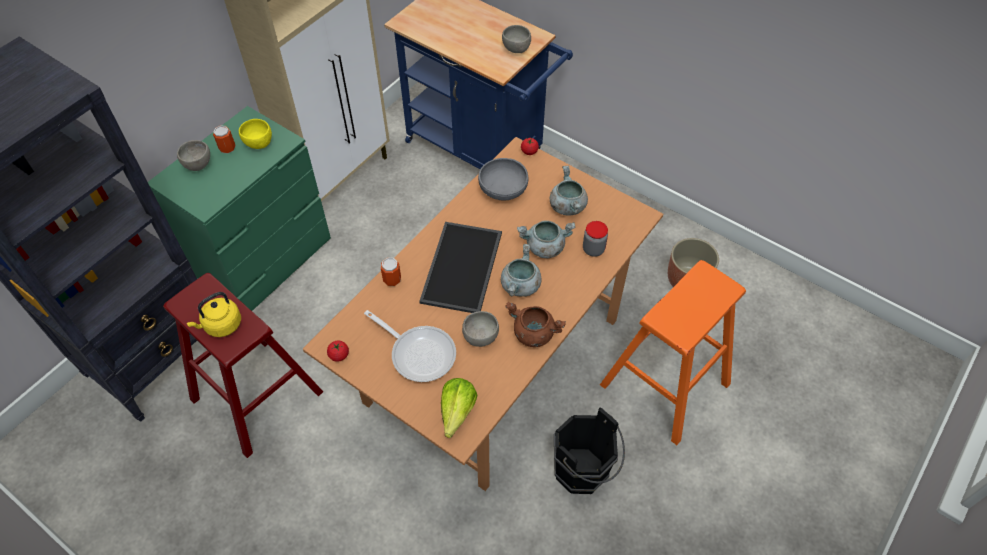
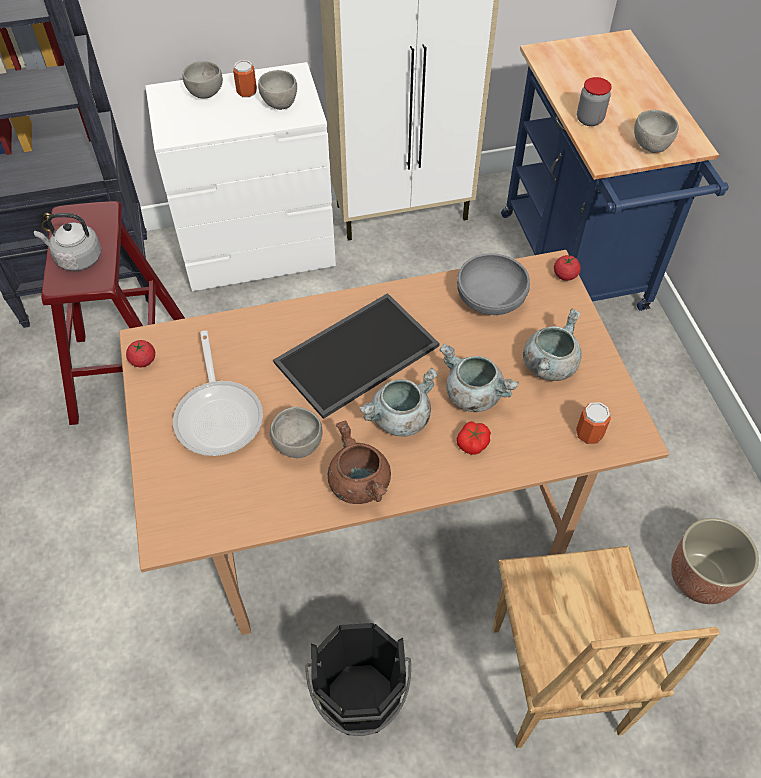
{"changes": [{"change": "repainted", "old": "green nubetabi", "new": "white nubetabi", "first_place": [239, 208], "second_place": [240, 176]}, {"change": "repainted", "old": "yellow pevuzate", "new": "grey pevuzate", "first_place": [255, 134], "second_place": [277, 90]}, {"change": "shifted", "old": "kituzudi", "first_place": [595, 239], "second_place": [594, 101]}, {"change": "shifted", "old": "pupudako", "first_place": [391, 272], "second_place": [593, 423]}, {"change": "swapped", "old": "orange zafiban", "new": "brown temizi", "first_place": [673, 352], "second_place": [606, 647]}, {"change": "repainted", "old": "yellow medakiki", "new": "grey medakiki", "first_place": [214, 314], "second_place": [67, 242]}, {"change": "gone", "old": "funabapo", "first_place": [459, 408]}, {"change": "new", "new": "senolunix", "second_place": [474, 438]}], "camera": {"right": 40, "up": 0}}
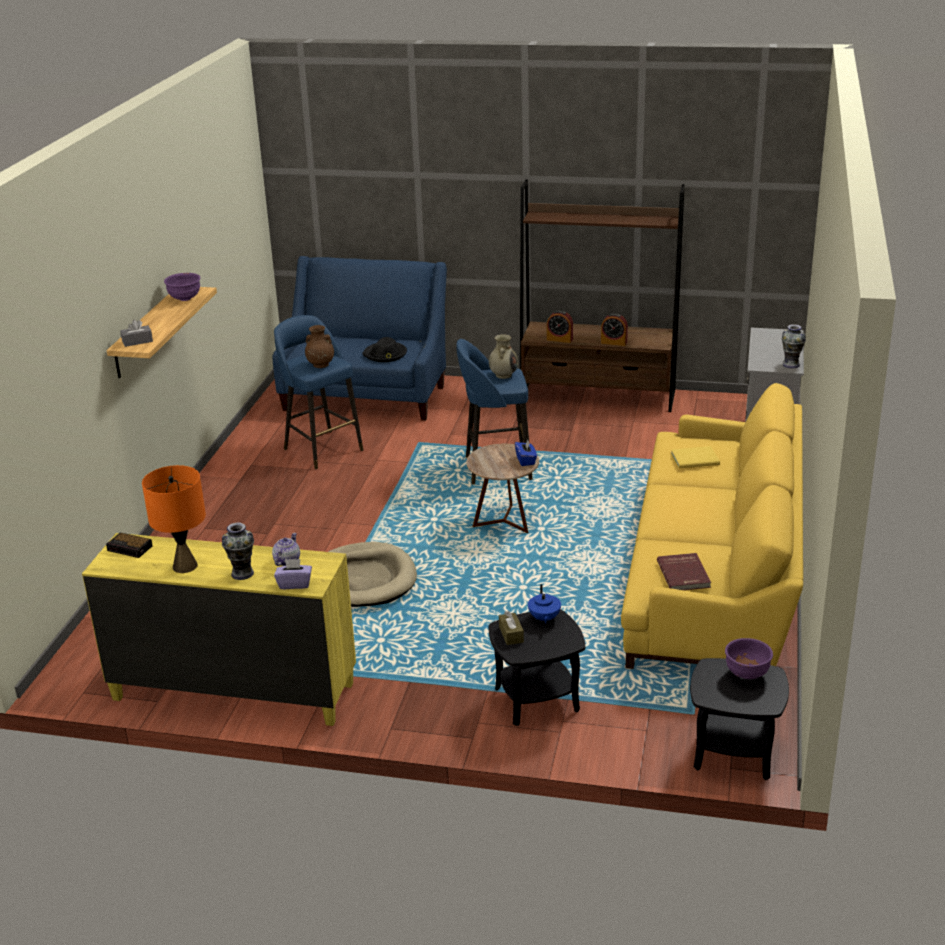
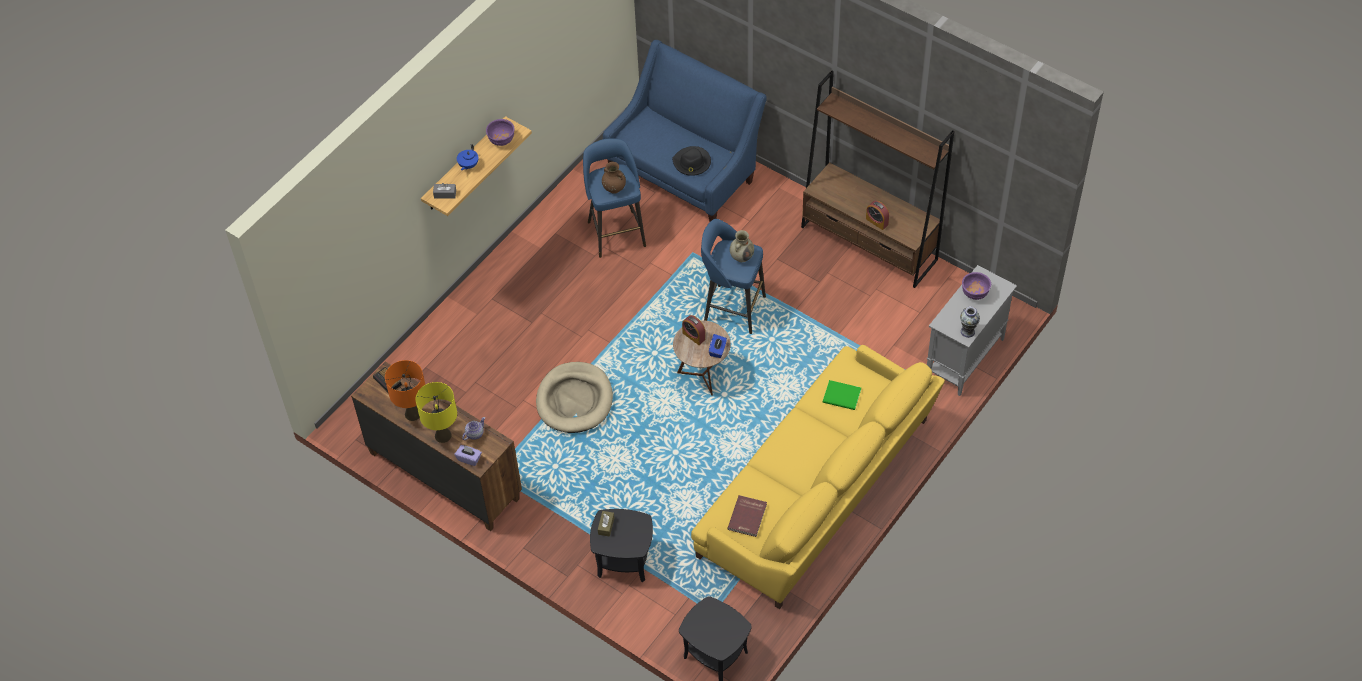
{"changes": [{"change": "shifted", "old": "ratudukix", "first_place": [560, 326], "second_place": [693, 330]}, {"change": "repainted", "old": "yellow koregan", "new": "green koregan", "first_place": [695, 457], "second_place": [842, 395]}, {"change": "swapped", "old": "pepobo", "new": "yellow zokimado", "first_place": [238, 551], "second_place": [436, 412]}, {"change": "repainted", "old": "yellow nubetabi", "new": "brown nubetabi", "first_place": [219, 629], "second_place": [436, 446]}, {"change": "shifted", "old": "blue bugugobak", "first_place": [544, 604], "second_place": [468, 157]}, {"change": "shifted", "old": "purple pevuzate", "first_place": [749, 658], "second_place": [976, 286]}], "camera": {"right": 25, "up": 25}}
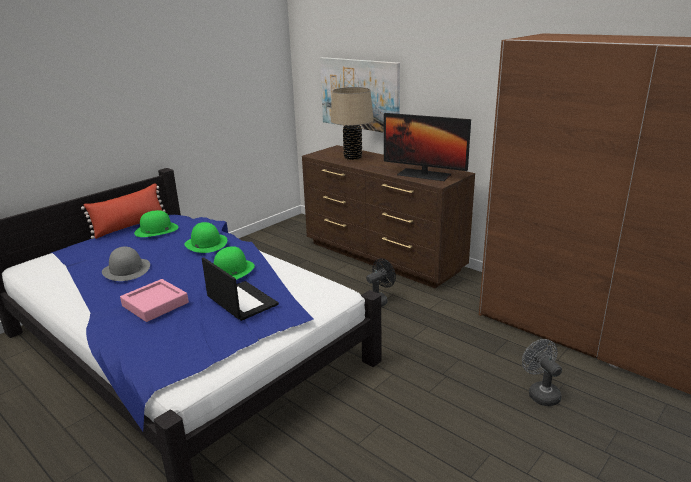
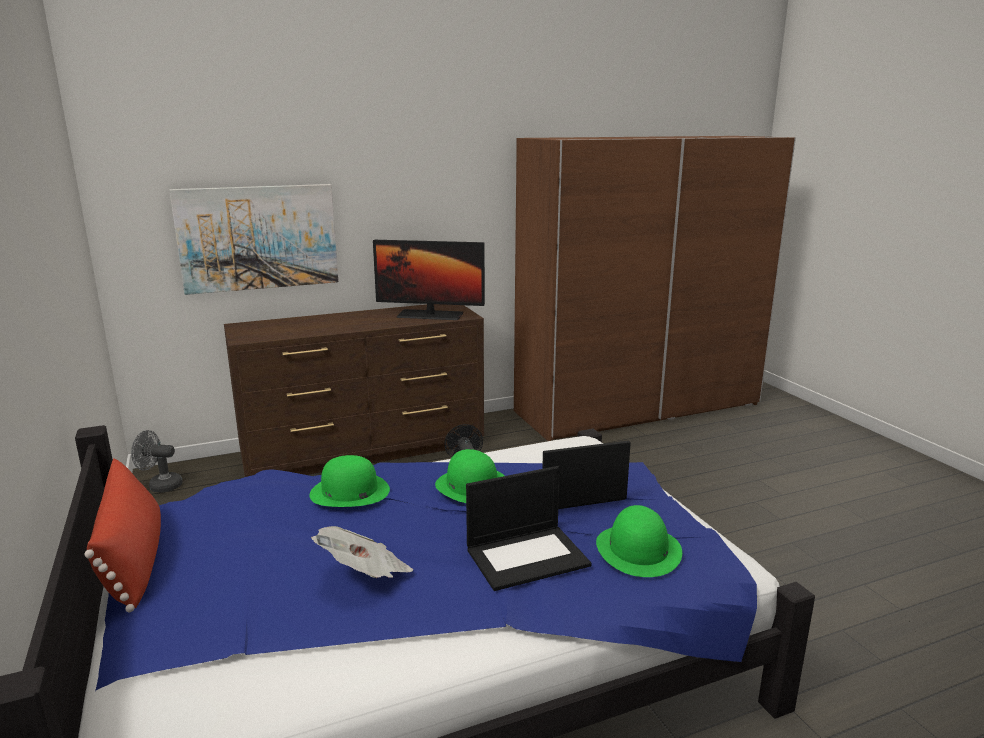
{"changes": [{"change": "gone", "old": "beige zokimado", "first_place": [352, 123]}, {"change": "rotated", "old": "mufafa", "first_place": [427, 147], "second_place": [429, 280], "degrees": 45}, {"change": "shifted", "old": "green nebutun", "first_place": [156, 223], "second_place": [639, 541]}, {"change": "swapped", "old": "grey nebutun", "new": "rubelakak", "first_place": [126, 263], "second_place": [362, 552]}, {"change": "swapped", "old": "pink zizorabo", "new": "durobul", "first_place": [154, 300], "second_place": [528, 528]}, {"change": "shifted", "old": "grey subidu", "first_place": [542, 372], "second_place": [157, 461]}], "camera": {"right": -65, "up": -5}}
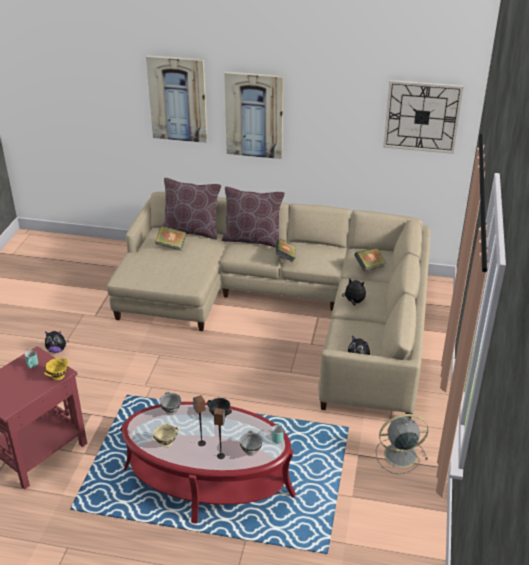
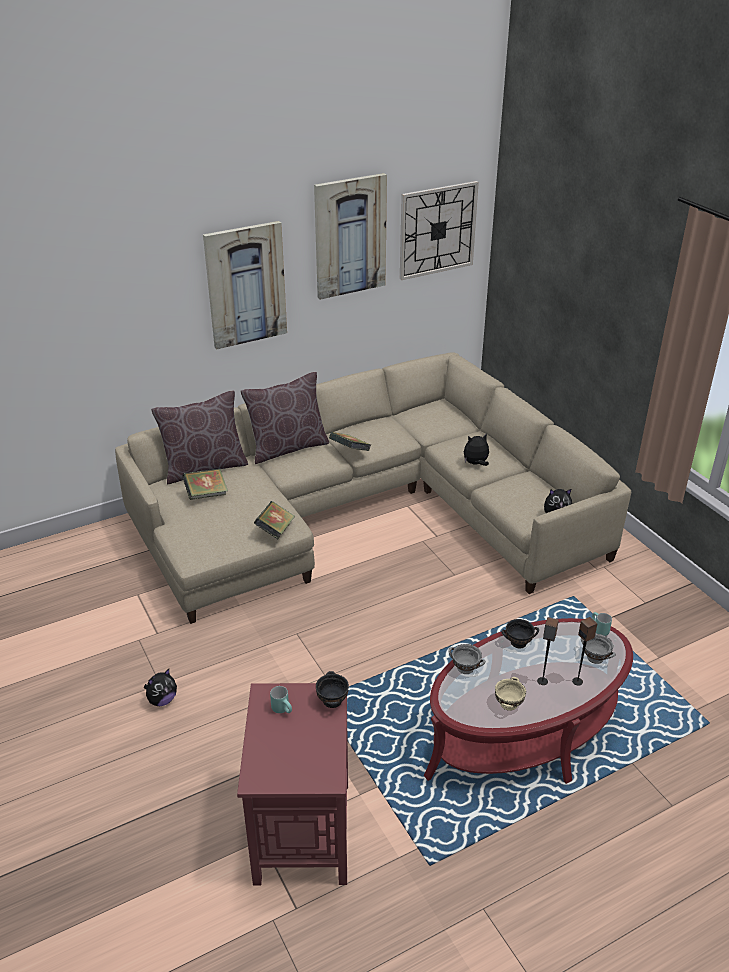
{"changes": [{"change": "shifted", "old": "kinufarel", "first_place": [176, 99], "second_place": [350, 236]}, {"change": "shifted", "old": "koregan", "first_place": [370, 259], "second_place": [274, 520]}, {"change": "repainted", "old": "yellow pevuzate", "new": "black pevuzate", "first_place": [56, 369], "second_place": [332, 689]}, {"change": "gone", "old": "grey subidu", "first_place": [402, 444]}], "camera": {"right": -40, "up": 0}}
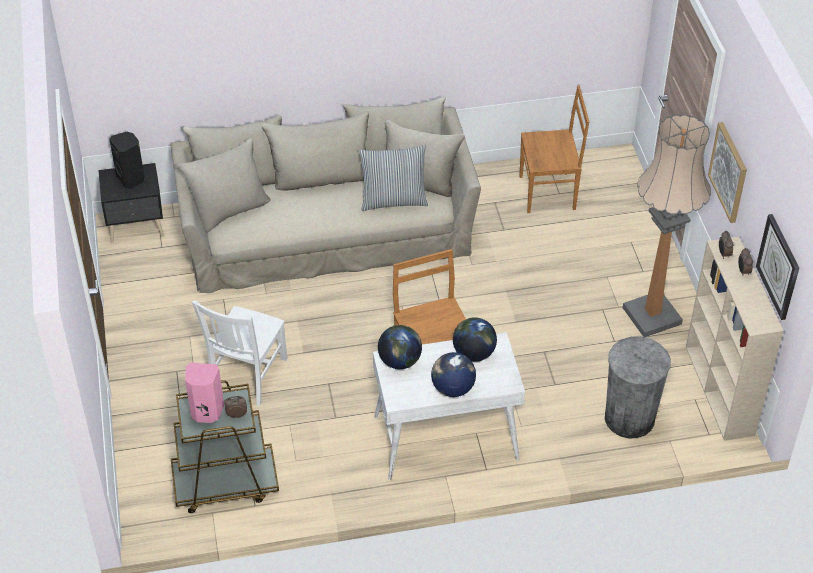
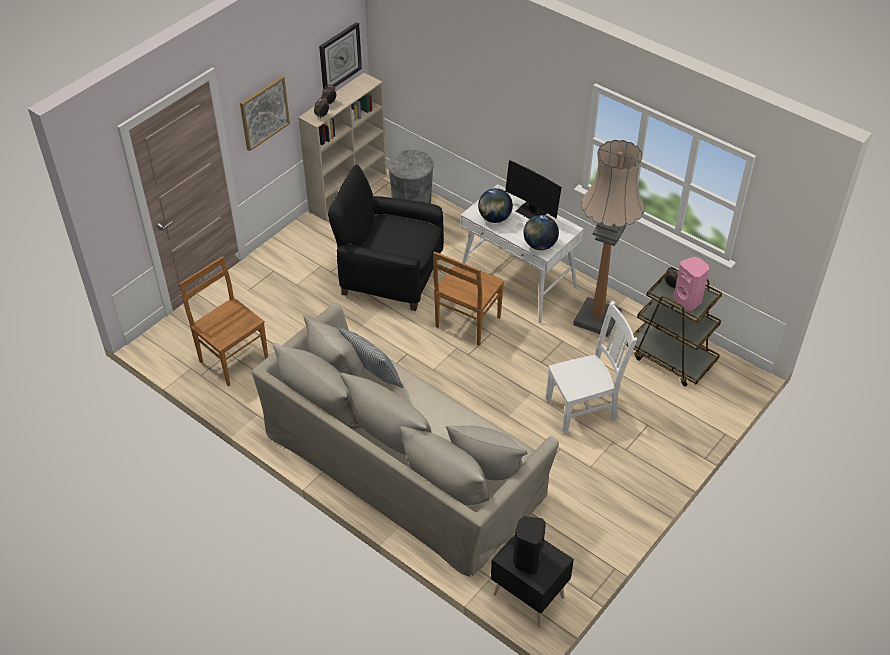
{"changes": [{"change": "shifted", "old": "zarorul", "first_place": [667, 225], "second_place": [609, 238]}, {"change": "swapped", "old": "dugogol", "new": "mufafa", "first_place": [453, 374], "second_place": [533, 189]}, {"change": "new", "new": "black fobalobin", "second_place": [386, 238]}], "camera": {"right": -130, "up": 0}}
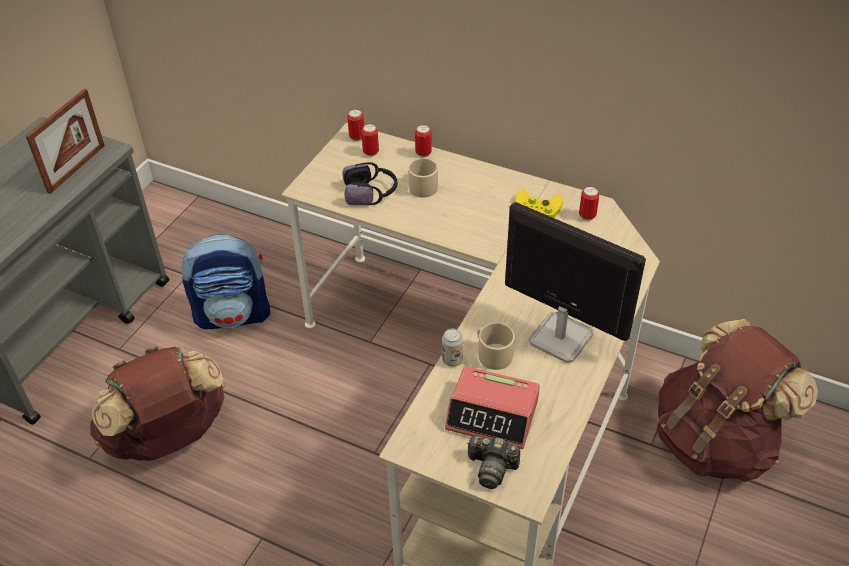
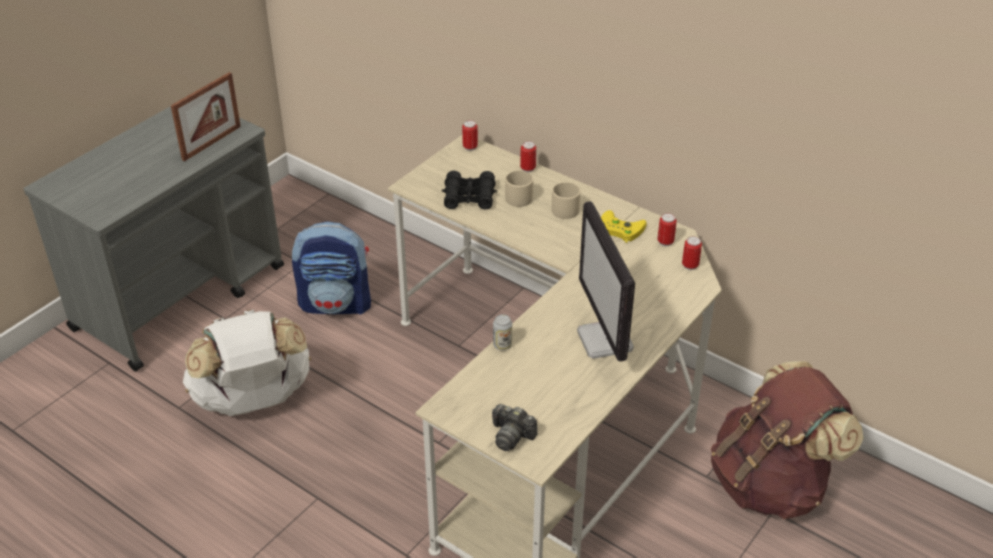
{"changes": [{"change": "shifted", "old": "pupudako", "first_place": [370, 140], "second_place": [692, 253]}, {"change": "swapped", "old": "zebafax", "new": "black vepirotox", "first_place": [369, 183], "second_place": [469, 190]}, {"change": "rotated", "old": "mufafa", "first_place": [575, 282], "second_place": [606, 281], "degrees": -150}, {"change": "shifted", "old": "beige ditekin", "first_place": [496, 346], "second_place": [566, 200]}, {"change": "repainted", "old": "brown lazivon", "new": "white lazivon", "first_place": [157, 403], "second_place": [247, 362]}, {"change": "gone", "old": "ratudukix", "first_place": [492, 407]}], "camera": {"right": 10, "up": -5}}
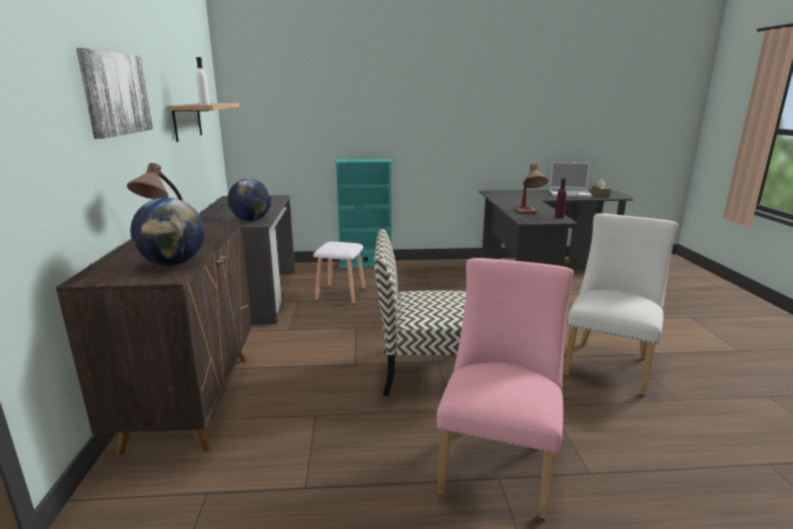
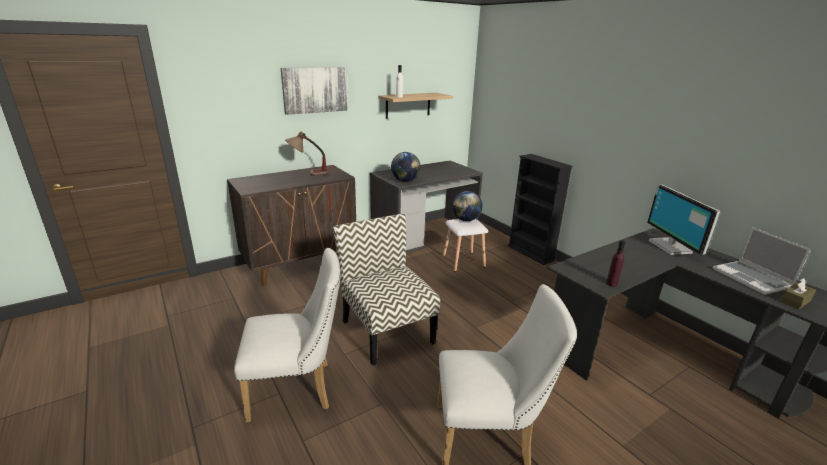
{"changes": [{"change": "repainted", "old": "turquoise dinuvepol", "new": "black dinuvepol", "first_place": [363, 213], "second_place": [540, 209]}, {"change": "gone", "old": "zokimado", "first_place": [531, 188]}, {"change": "shifted", "old": "dugogol", "first_place": [167, 231], "second_place": [467, 206]}, {"change": "repainted", "old": "pink temizi", "new": "white temizi", "first_place": [505, 388], "second_place": [287, 335]}, {"change": "new", "new": "mufafa", "second_place": [683, 219]}], "camera": {"right": 60, "up": 5}}
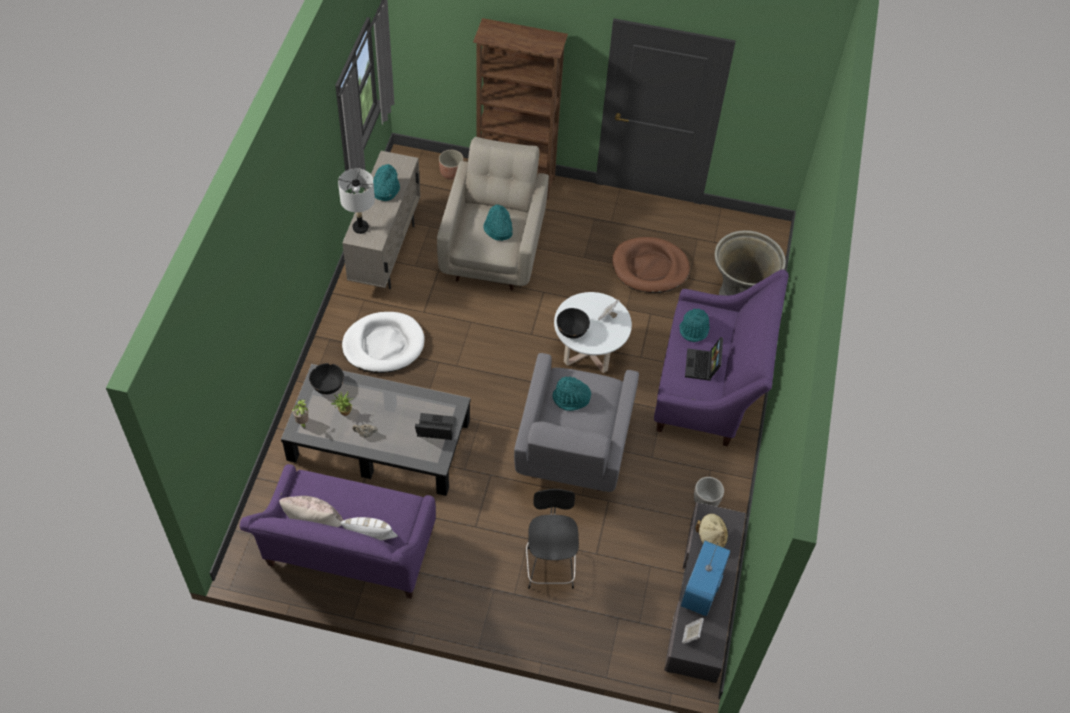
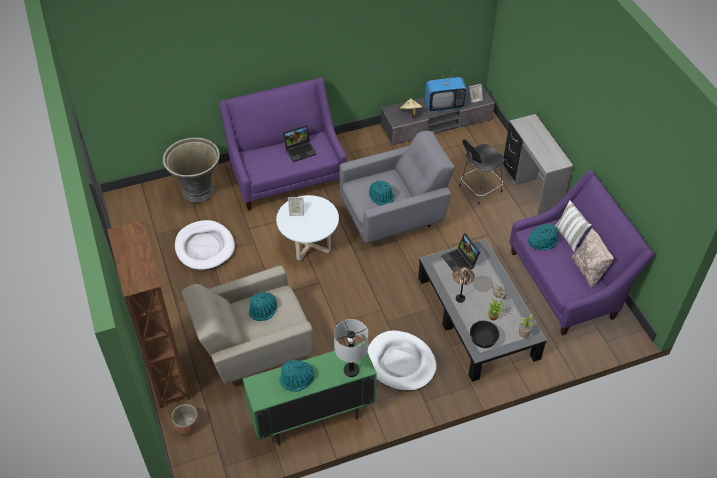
{"changes": [{"change": "repainted", "old": "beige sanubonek", "new": "green sanubonek", "first_place": [381, 220], "second_place": [310, 393]}, {"change": "repainted", "old": "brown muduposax", "new": "white muduposax", "first_place": [651, 265], "second_place": [205, 245]}, {"change": "gone", "old": "black pevuzate", "first_place": [573, 323]}, {"change": "shifted", "old": "turquoise nebutun", "first_place": [695, 325], "second_place": [543, 237]}, {"change": "gone", "old": "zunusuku", "first_place": [709, 492]}, {"change": "new", "new": "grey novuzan", "second_place": [538, 165]}, {"change": "new", "new": "zokimado", "second_place": [463, 285]}], "camera": {"right": -120, "up": -5}}
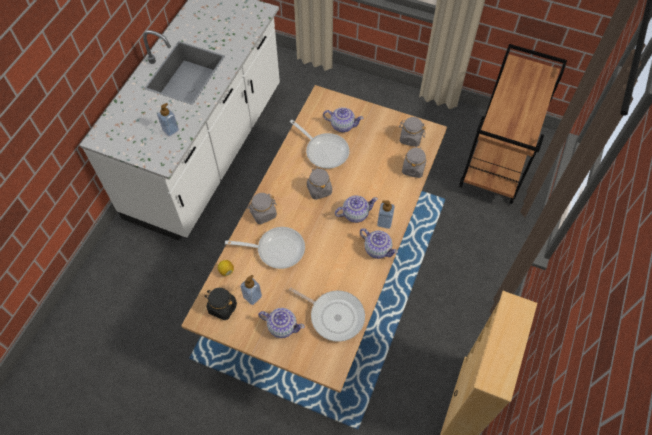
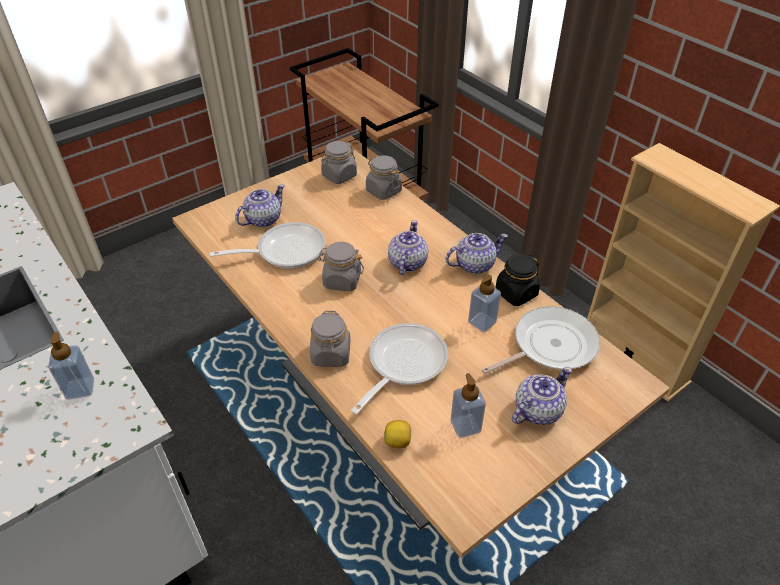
{"changes": [{"change": "shifted", "old": "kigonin", "first_place": [386, 214], "second_place": [484, 303]}, {"change": "shifted", "old": "black kituzudi", "first_place": [221, 304], "second_place": [517, 280]}], "camera": {"right": -60, "up": -15}}
